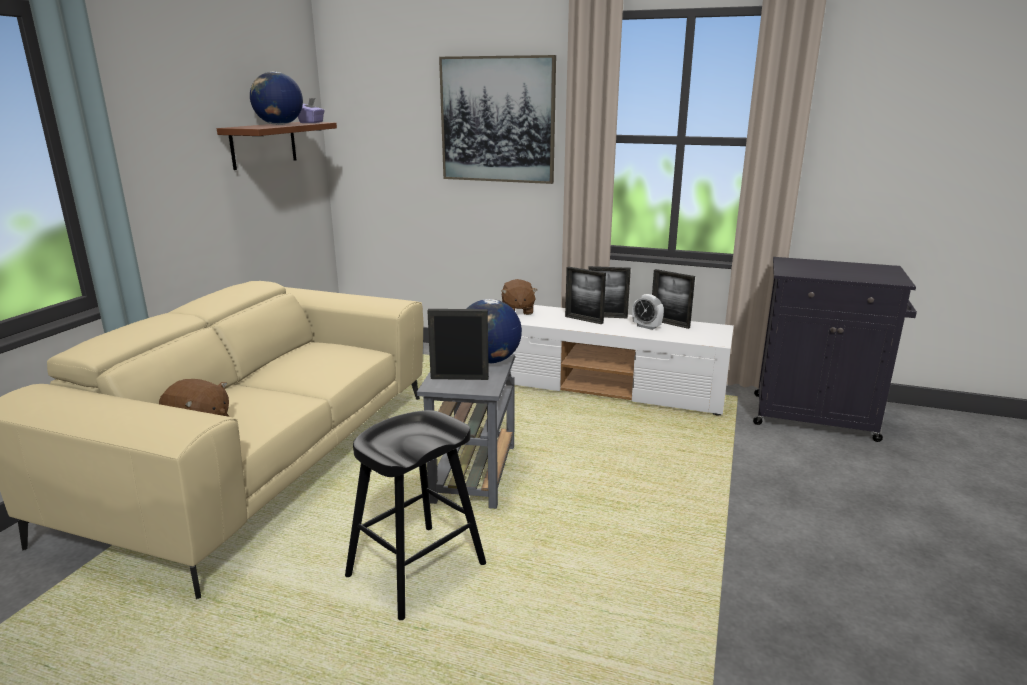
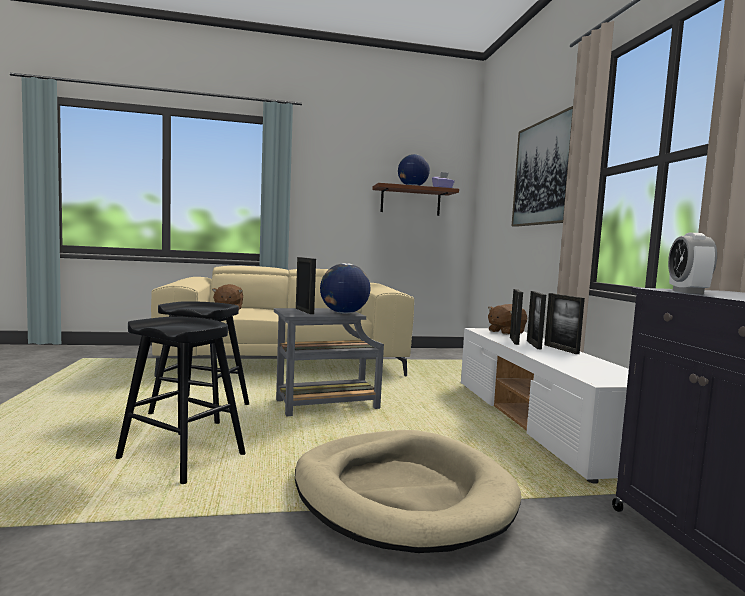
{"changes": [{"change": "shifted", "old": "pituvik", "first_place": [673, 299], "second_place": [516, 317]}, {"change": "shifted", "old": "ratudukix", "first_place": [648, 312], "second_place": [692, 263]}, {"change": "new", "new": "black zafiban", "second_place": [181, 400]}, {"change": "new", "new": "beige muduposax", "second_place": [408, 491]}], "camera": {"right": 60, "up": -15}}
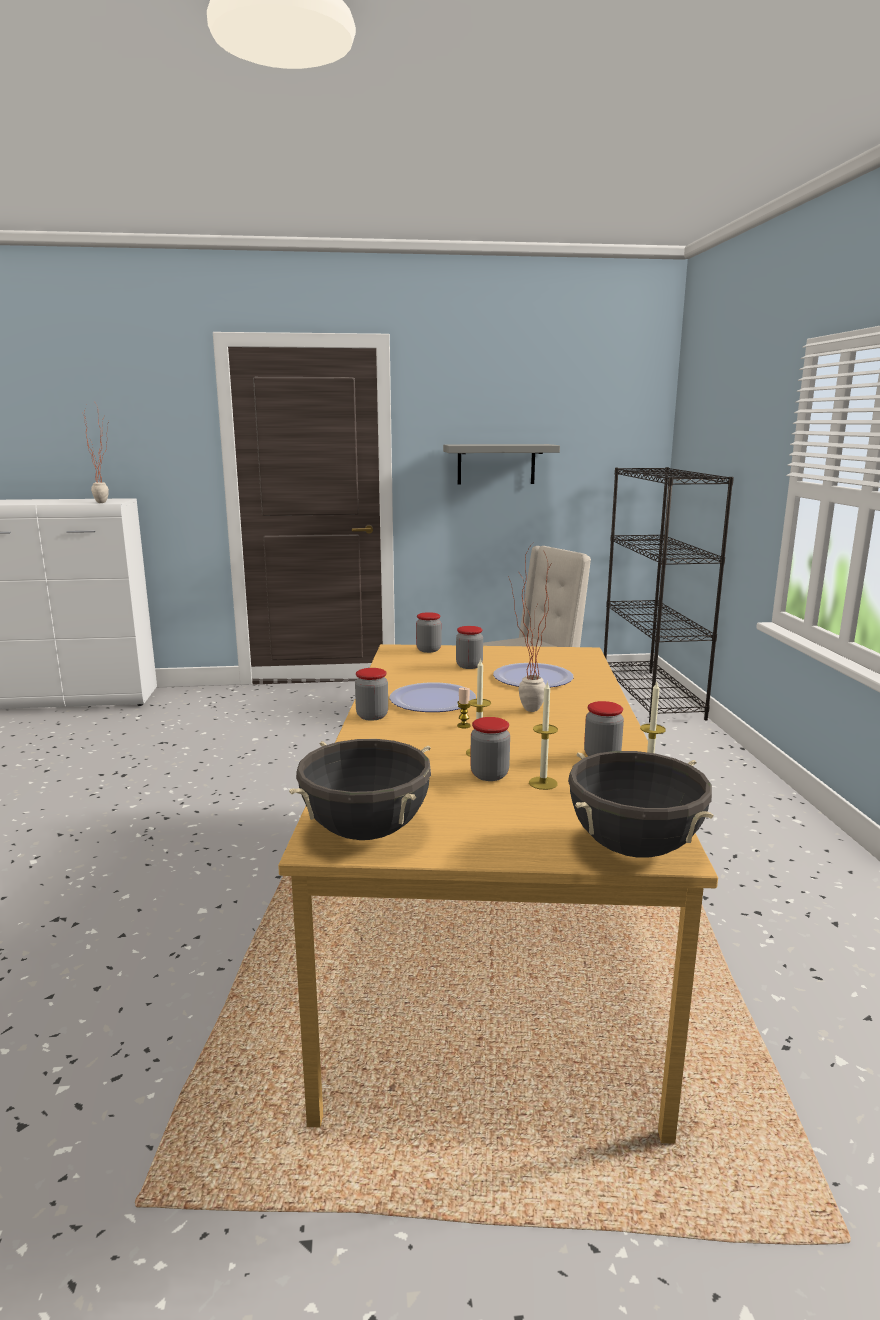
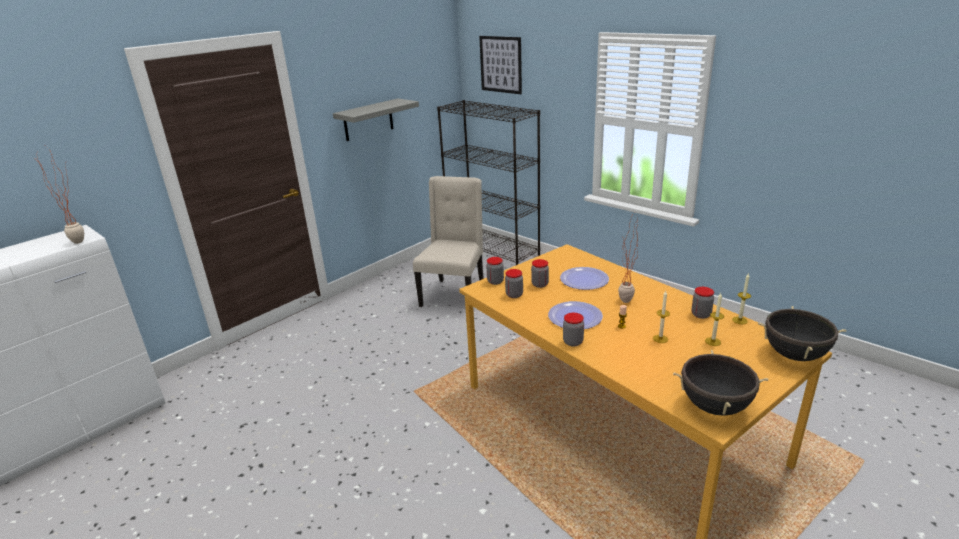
{"changes": [{"change": "shifted", "old": "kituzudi", "first_place": [490, 749], "second_place": [514, 283]}, {"change": "new", "new": "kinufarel", "second_place": [500, 65]}], "camera": {"right": -40, "up": 10}}
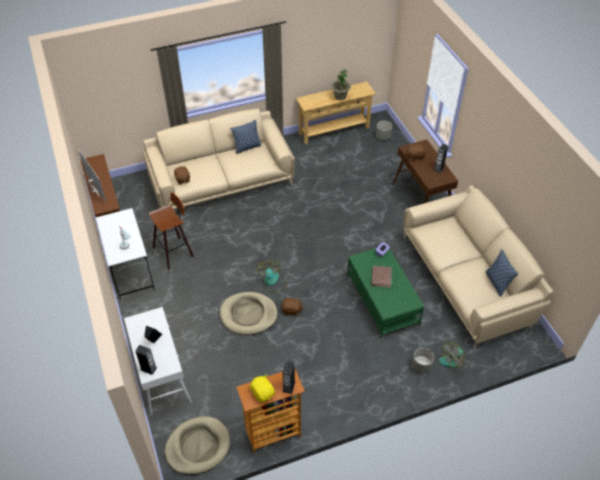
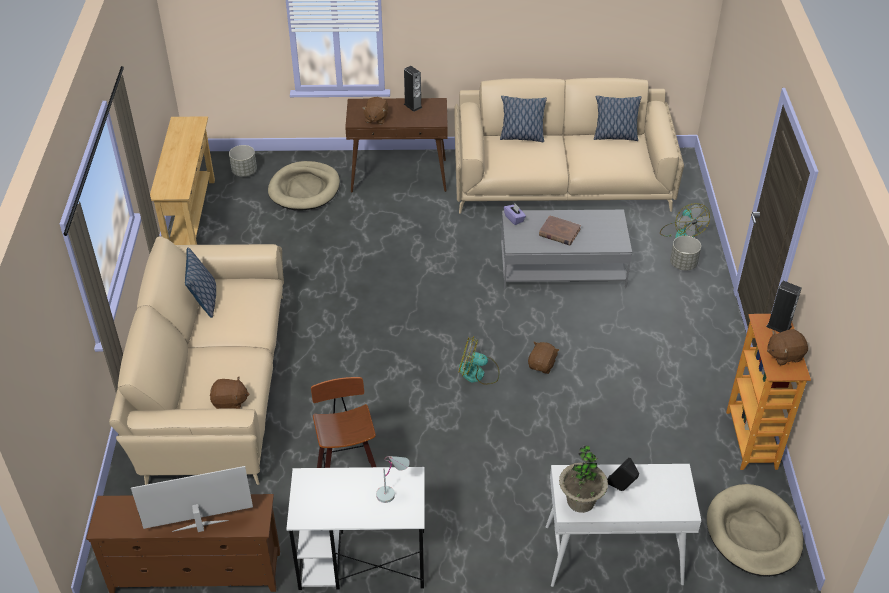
{"changes": [{"change": "shifted", "old": "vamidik", "first_place": [341, 84], "second_place": [583, 479]}, {"change": "repainted", "old": "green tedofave", "new": "grey tedofave", "first_place": [385, 293], "second_place": [566, 249]}, {"change": "shifted", "old": "beige muduposax", "first_place": [249, 313], "second_place": [304, 186]}, {"change": "gone", "old": "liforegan", "first_place": [146, 360]}, {"change": "repainted", "old": "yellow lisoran", "new": "brown lisoran", "first_place": [262, 388], "second_place": [787, 347]}, {"change": "new", "new": "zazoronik", "second_place": [523, 119]}], "camera": {"right": -70, "up": -5}}
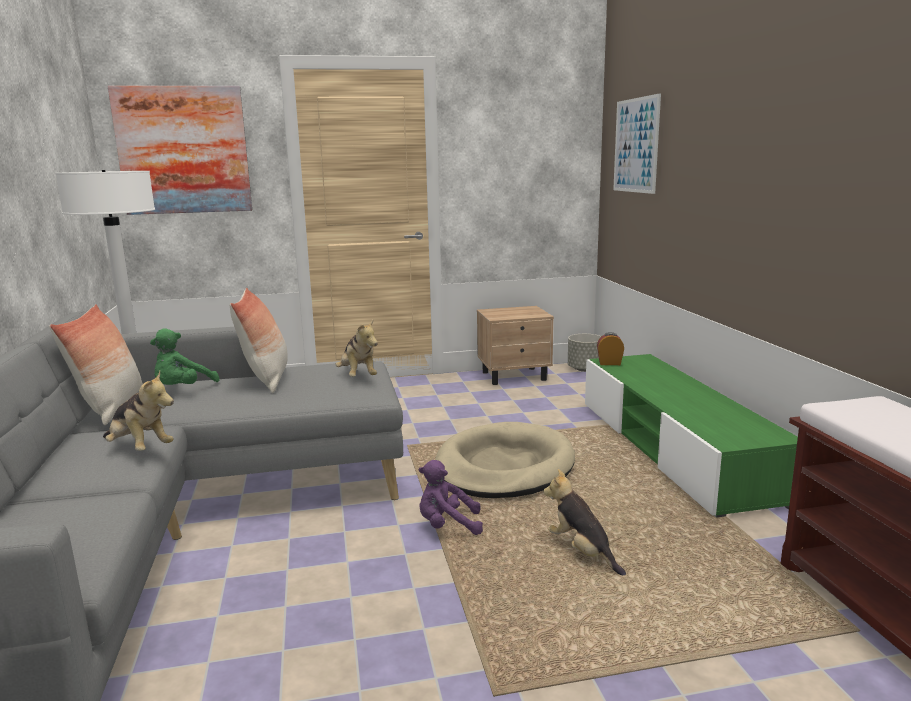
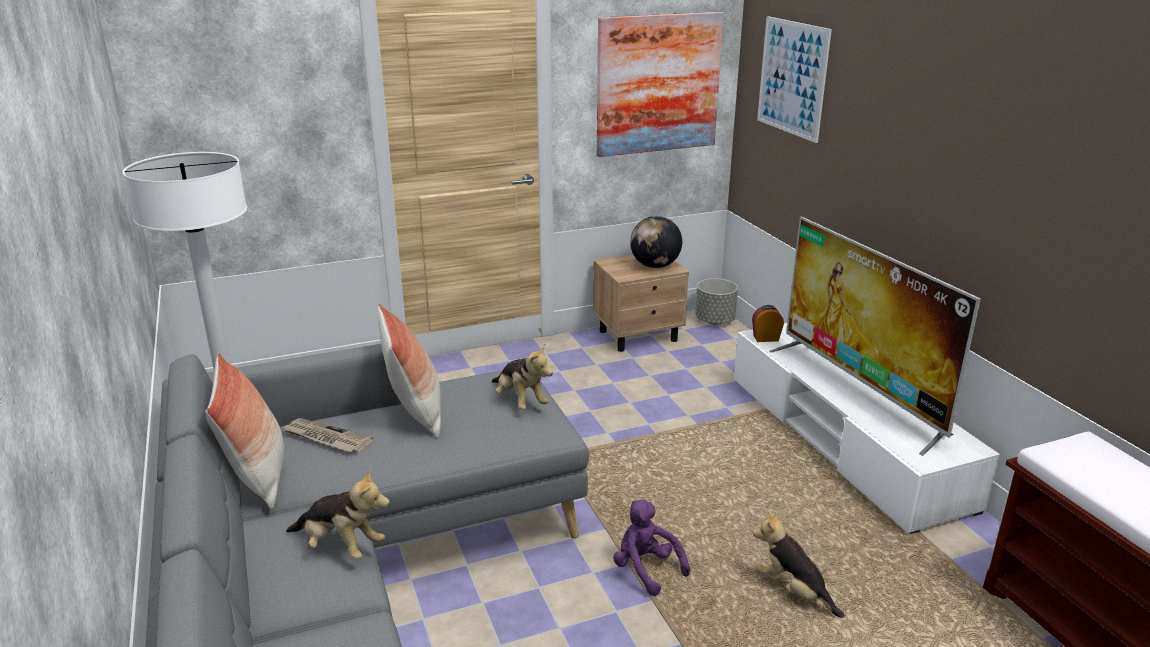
{"changes": [{"change": "shifted", "old": "kinufarel", "first_place": [180, 150], "second_place": [660, 84]}, {"change": "swapped", "old": "green lisoran", "new": "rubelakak", "first_place": [185, 356], "second_place": [328, 435]}, {"change": "repainted", "old": "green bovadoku", "new": "white bovadoku", "first_place": [691, 436], "second_place": [867, 428]}, {"change": "gone", "old": "beige muduposax", "first_place": [505, 460]}, {"change": "rotated", "old": "purple lisoran", "first_place": [451, 497], "second_place": [651, 548], "degrees": 60}, {"change": "new", "new": "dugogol", "second_place": [656, 242]}, {"change": "new", "new": "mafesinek", "second_place": [875, 336]}], "camera": {"right": -10, "up": 10}}
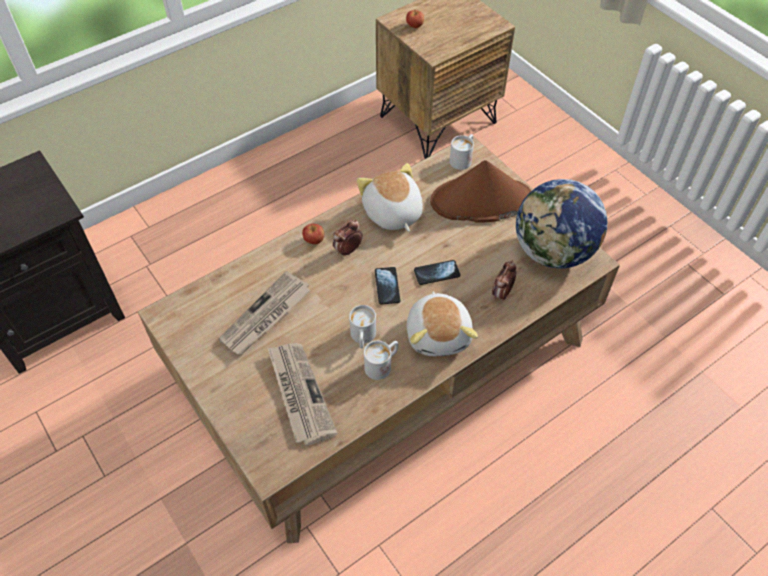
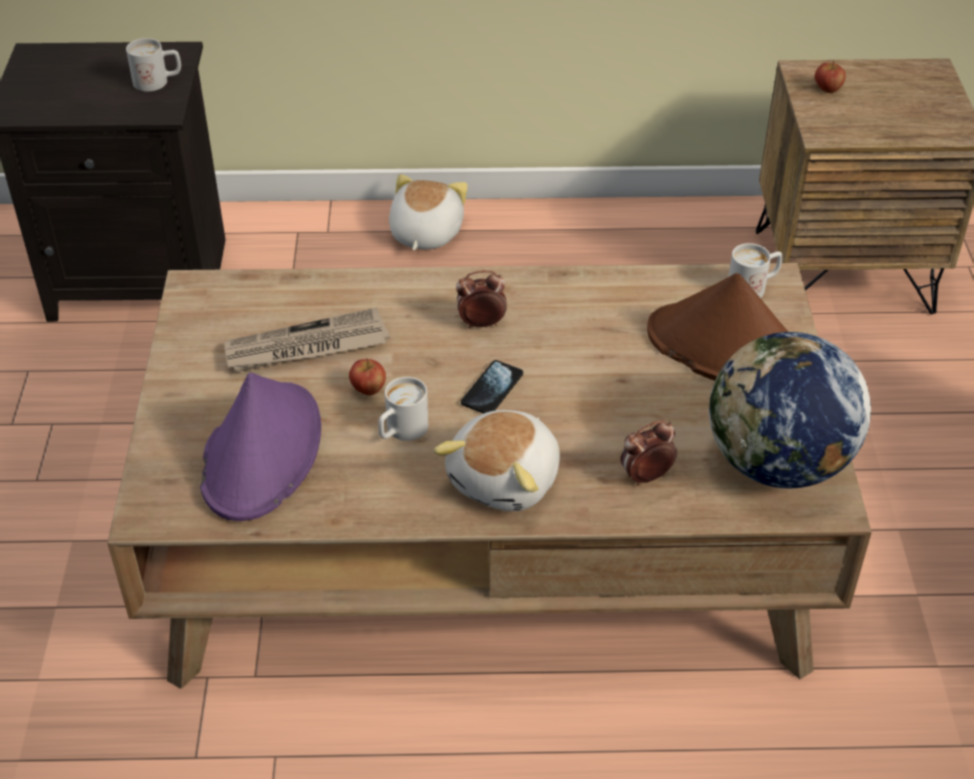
{"changes": [{"change": "shifted", "old": "lisoran", "first_place": [390, 197], "second_place": [428, 212]}, {"change": "shifted", "old": "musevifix", "first_place": [313, 234], "second_place": [367, 377]}, {"change": "gone", "old": "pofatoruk", "first_place": [437, 272]}, {"change": "shifted", "old": "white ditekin", "first_place": [381, 360], "second_place": [153, 65]}, {"change": "swapped", "old": "rubelakak", "new": "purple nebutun", "first_place": [303, 394], "second_place": [260, 446]}], "camera": {"right": 35, "up": -10}}
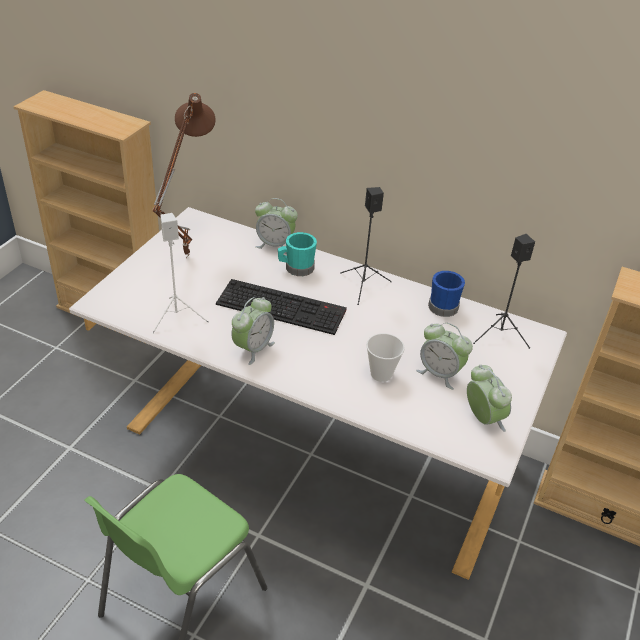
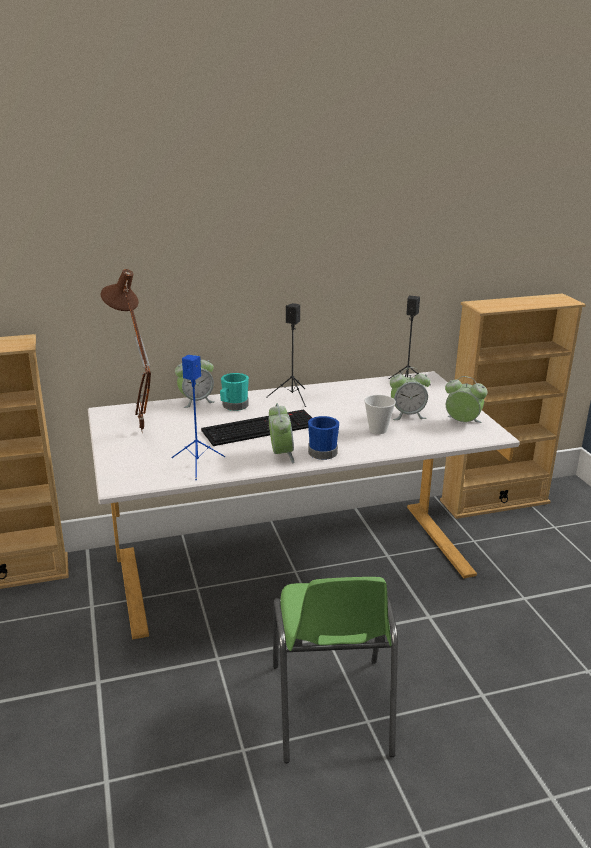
{"changes": [{"change": "repainted", "old": "white liforegan", "new": "blue liforegan", "first_place": [180, 273], "second_place": [198, 417]}, {"change": "shifted", "old": "blue ditekin", "first_place": [446, 294], "second_place": [323, 438]}], "camera": {"right": -40, "up": -15}}
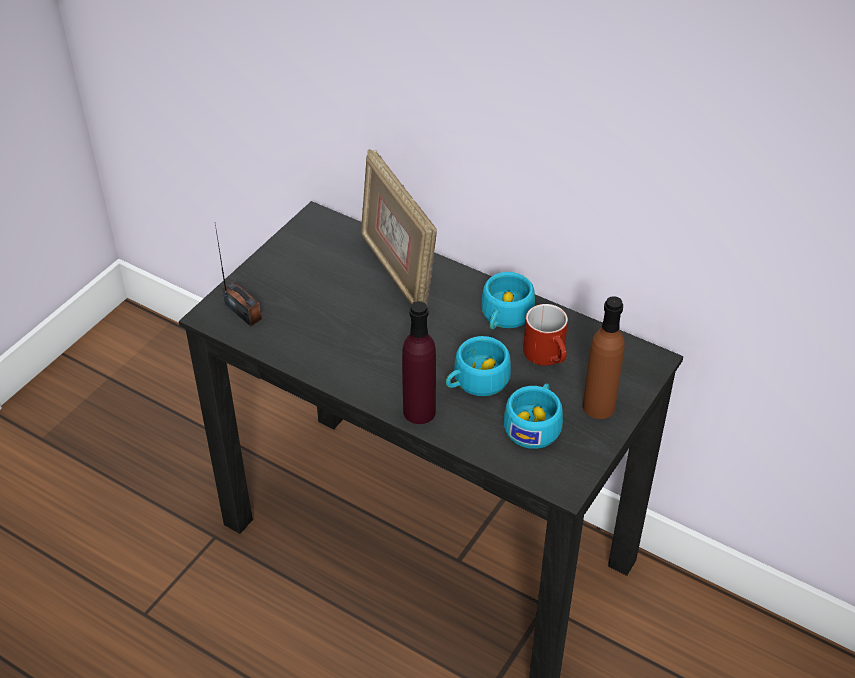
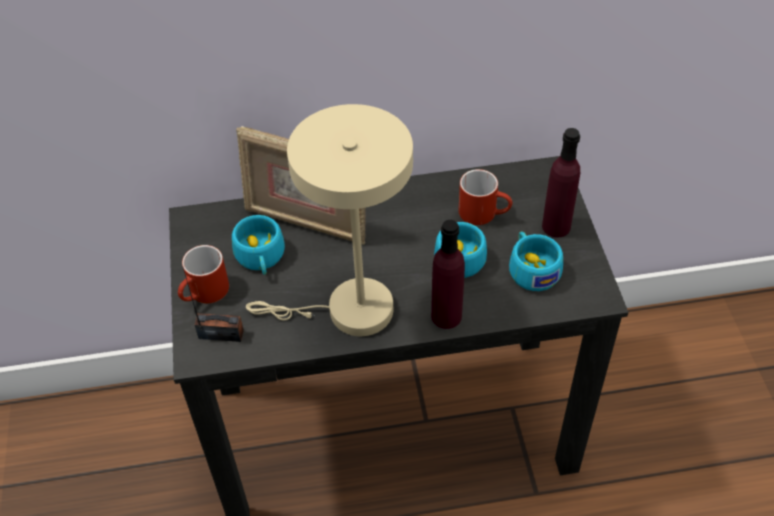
{"changes": [{"change": "shifted", "old": "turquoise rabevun", "first_place": [508, 300], "second_place": [258, 245]}, {"change": "repainted", "old": "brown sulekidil", "new": "purple sulekidil", "first_place": [604, 357], "second_place": [561, 182]}, {"change": "new", "new": "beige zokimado", "second_place": [329, 220]}, {"change": "new", "new": "red ditekin", "second_place": [203, 274]}], "camera": {"right": -40, "up": 5}}
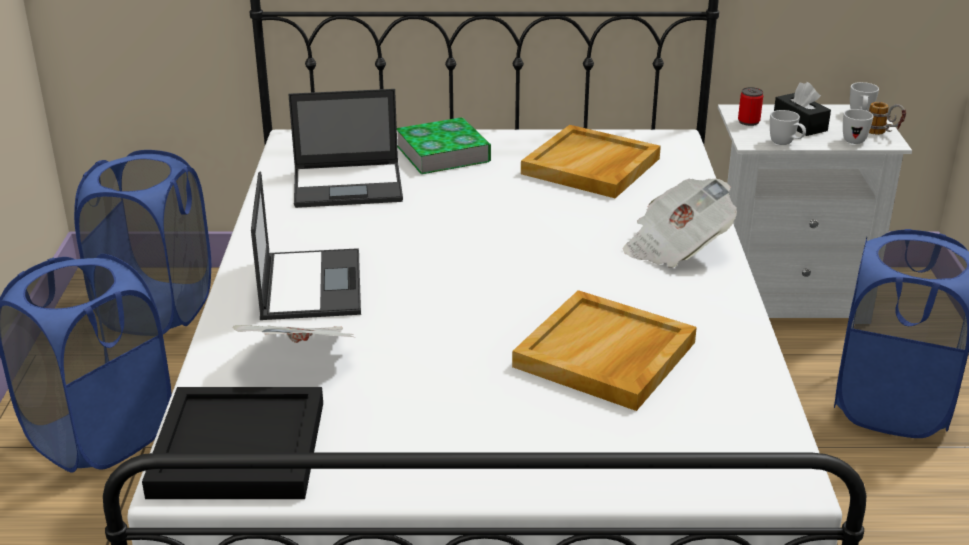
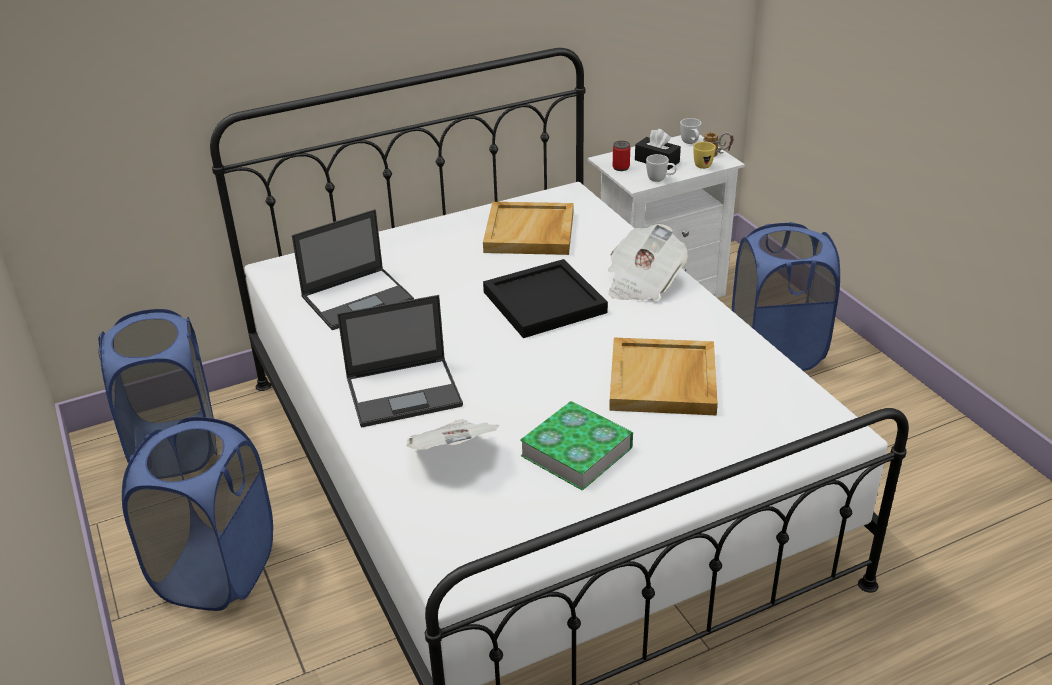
{"changes": [{"change": "repainted", "old": "white ditekin", "new": "yellow ditekin", "first_place": [858, 126], "second_place": [704, 155]}, {"change": "shifted", "old": "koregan", "first_place": [444, 145], "second_place": [576, 446]}, {"change": "rotated", "old": "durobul", "first_place": [306, 246], "second_place": [400, 361], "degrees": 105}, {"change": "shifted", "old": "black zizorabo", "first_place": [232, 443], "second_place": [545, 298]}], "camera": {"right": -25, "up": 5}}
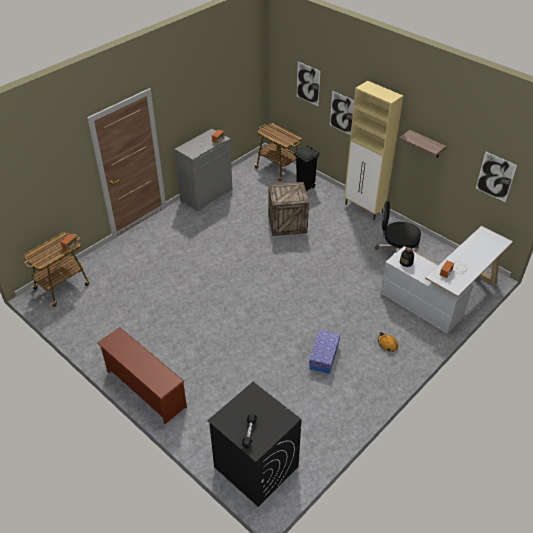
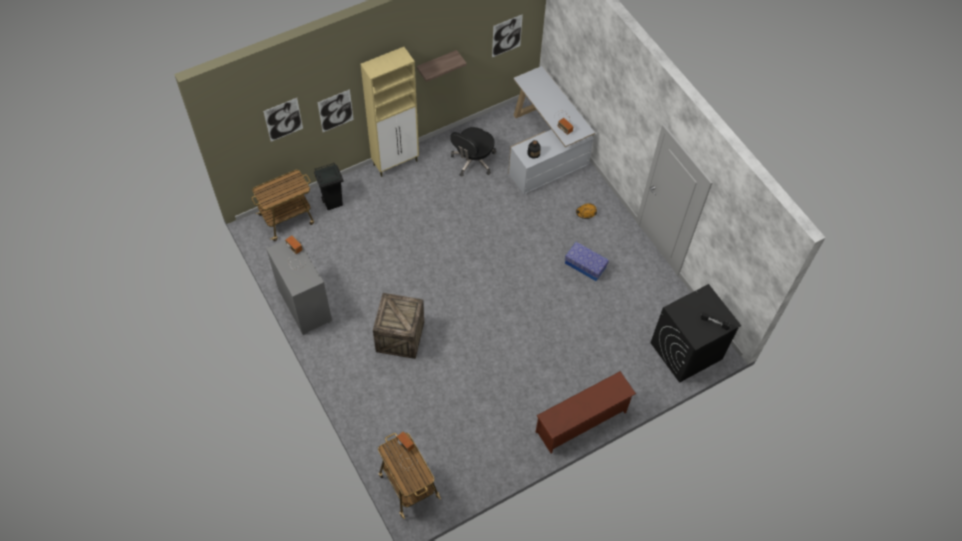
{"changes": [{"change": "shifted", "old": "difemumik", "first_place": [288, 209], "second_place": [398, 326]}], "camera": {"right": -75, "up": 15}}
